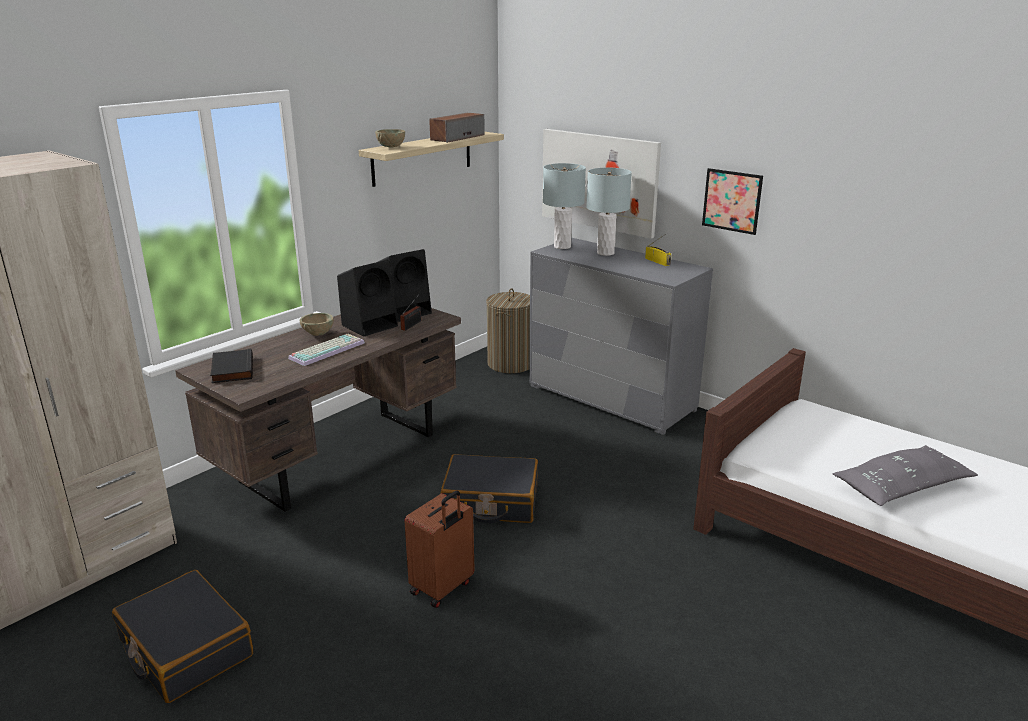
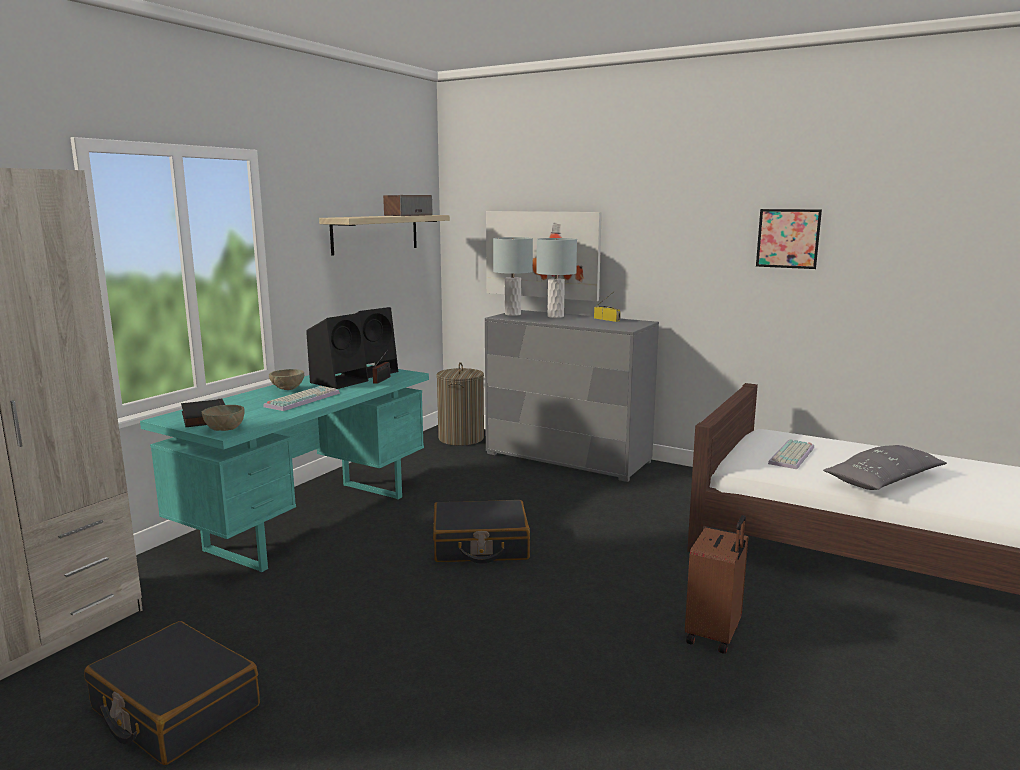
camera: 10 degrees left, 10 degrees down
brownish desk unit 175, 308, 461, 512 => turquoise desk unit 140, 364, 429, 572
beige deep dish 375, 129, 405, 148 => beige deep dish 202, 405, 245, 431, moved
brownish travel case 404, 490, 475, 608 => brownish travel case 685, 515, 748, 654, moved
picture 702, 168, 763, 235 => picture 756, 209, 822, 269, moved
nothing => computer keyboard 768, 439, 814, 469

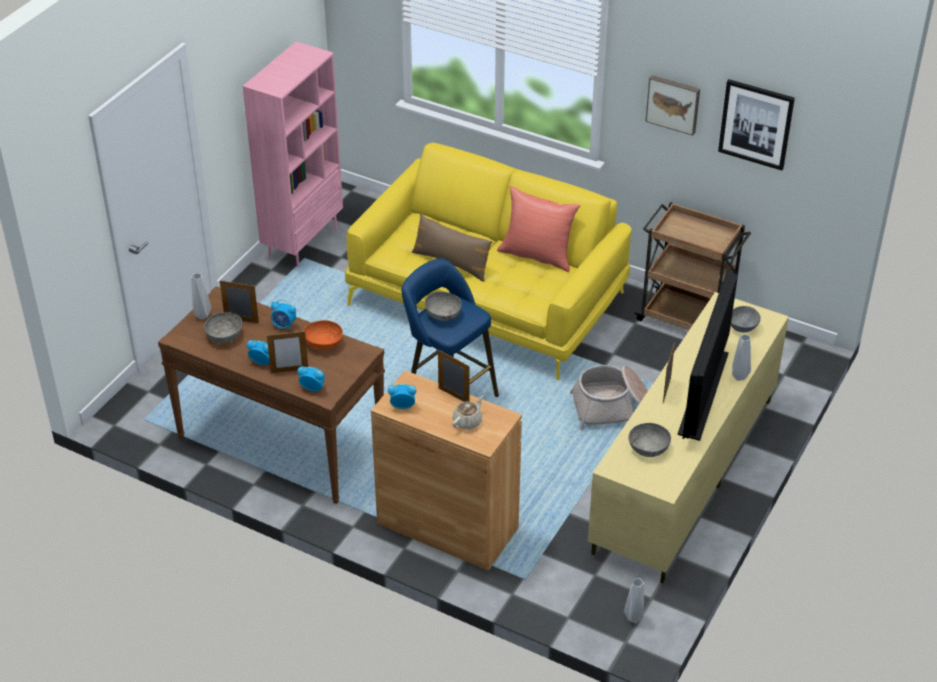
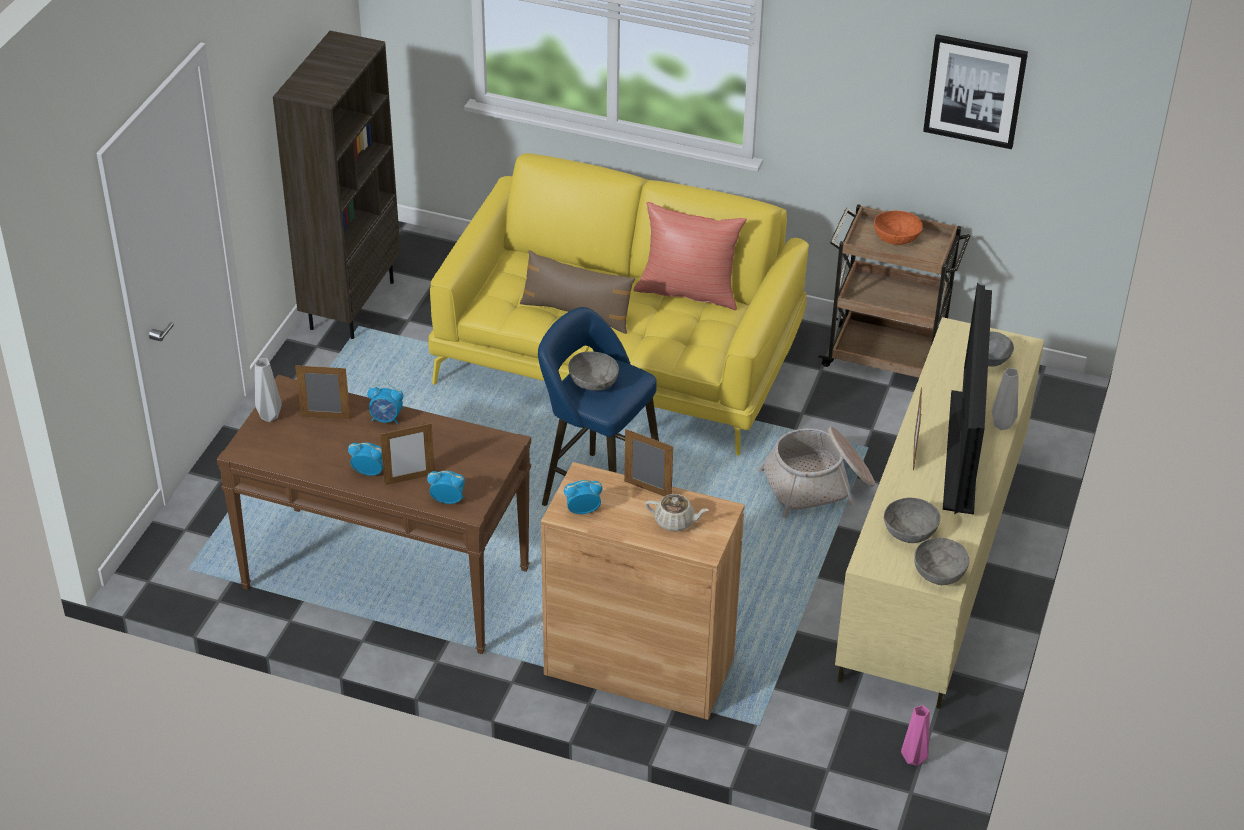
camera: 10 degrees left, 0 degrees up
pink bookcase 243, 41, 343, 267 => brownish bookcase 273, 31, 401, 339
beige teapot 452, 395, 483, 429 => beige teapot 645, 494, 709, 532, 75 degrees clockwise
orangey deep dish 303, 320, 343, 350 => orangey deep dish 874, 211, 923, 245, moved
greyish flower vase 624, 578, 644, 623 => pink flower vase 901, 705, 930, 766
greyish deep dish 204, 312, 242, 343 => greyish deep dish 914, 537, 969, 585, moved
picture 645, 75, 700, 136 => nothing

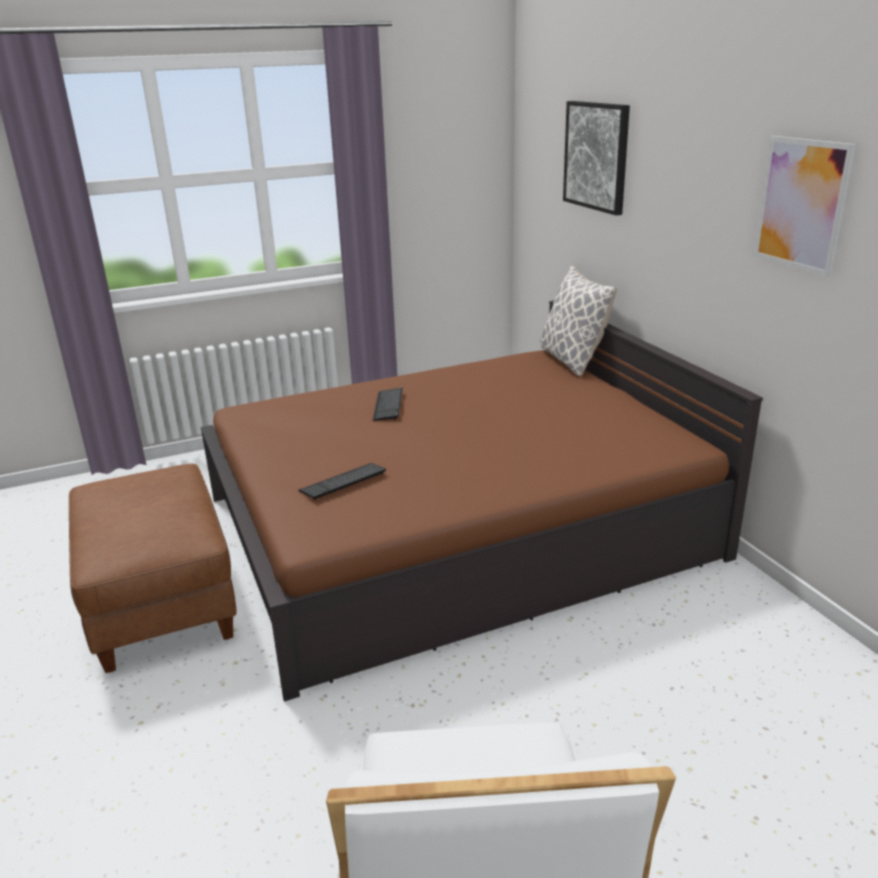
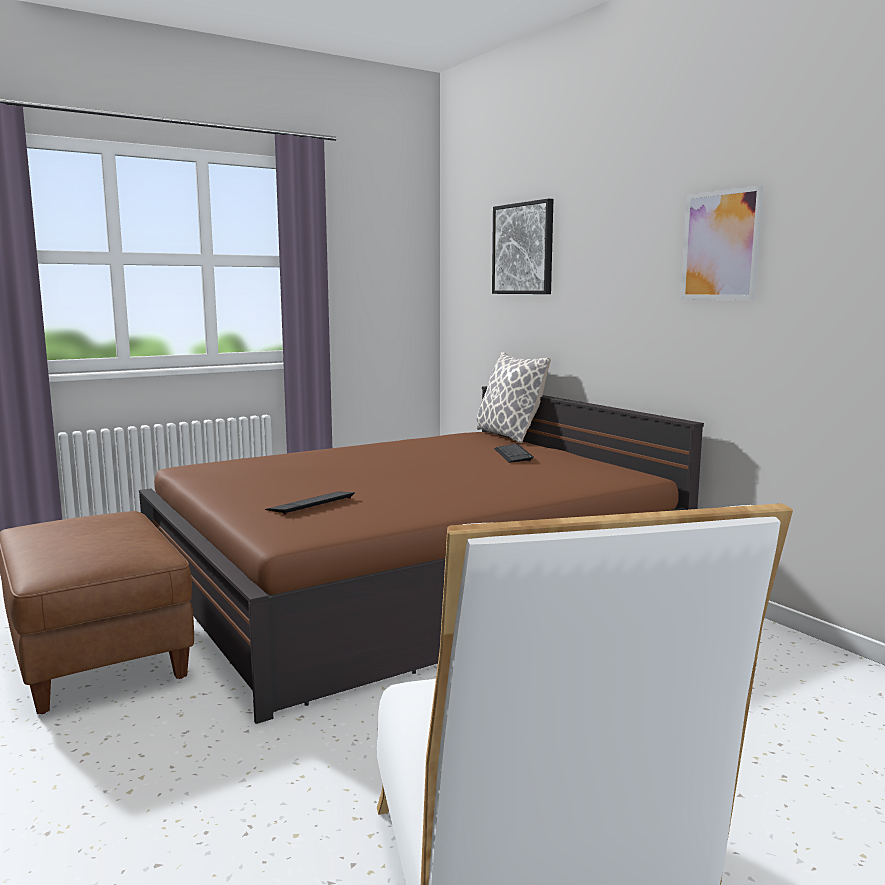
camera: 10 degrees left, 15 degrees down
computer keyboard 372, 388, 403, 421 => computer keyboard 494, 444, 534, 463, moved

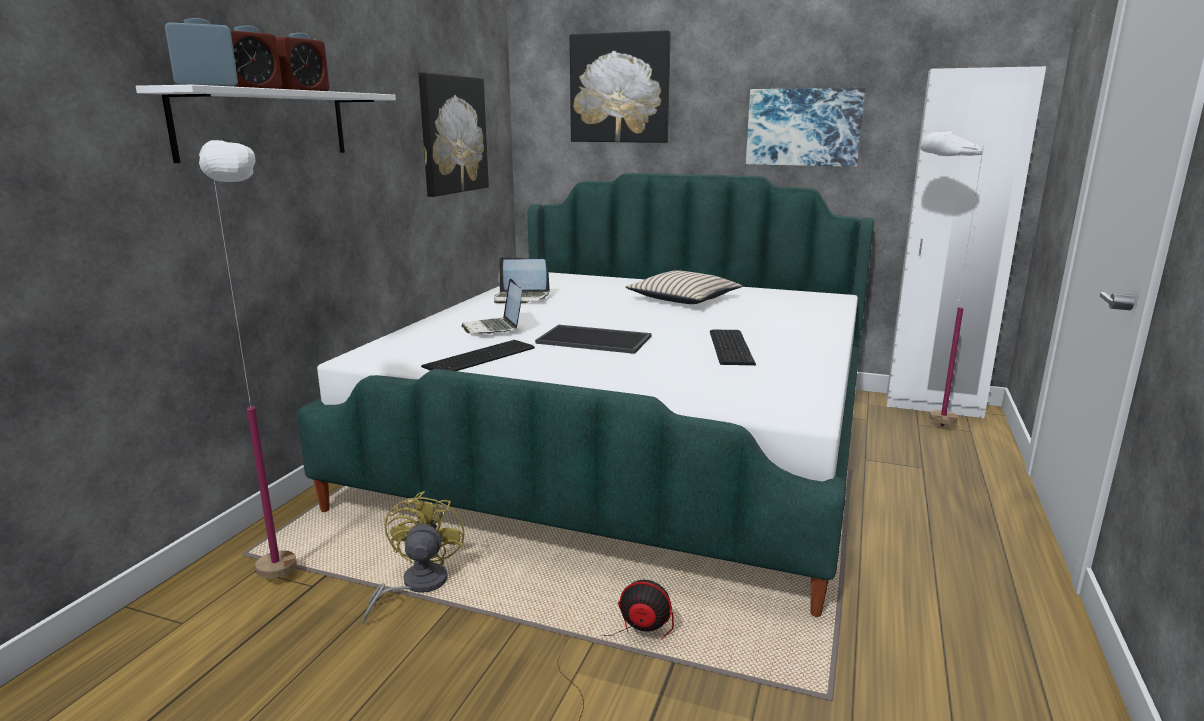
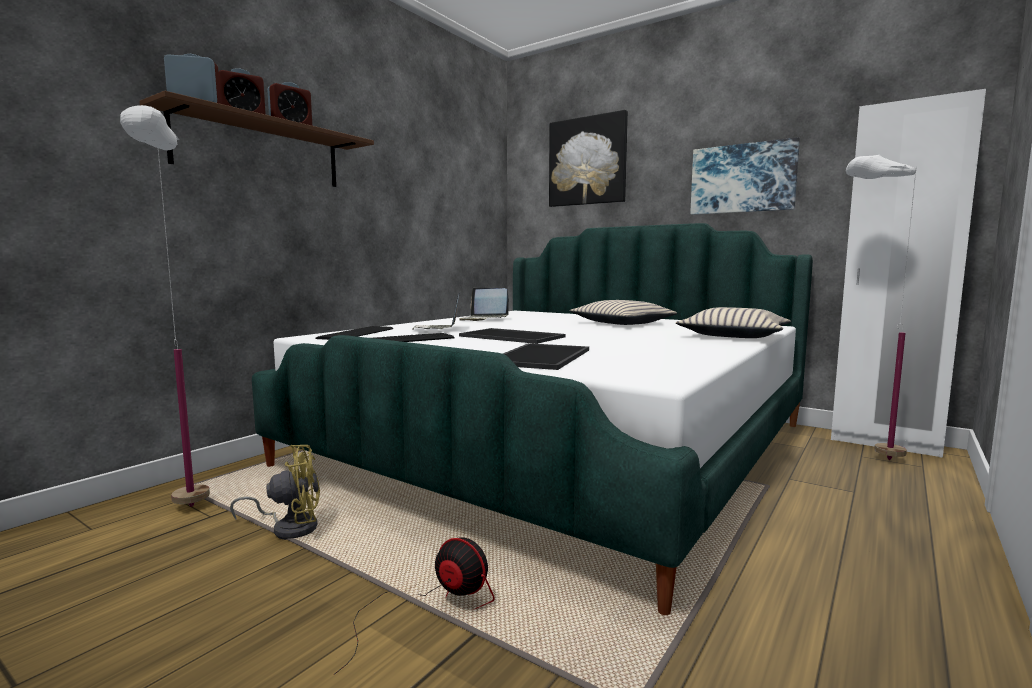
camera: 15 degrees right, 10 degrees down
white-coloured shelf 136, 85, 396, 163 => brownish shelf 139, 91, 374, 187
yellow fan 363, 491, 464, 625 => yellow fan 230, 445, 320, 540, 60 degrees clockwise
computer keyboard 710, 330, 756, 365 => computer keyboard 316, 326, 393, 340, moved
nothing => serving tray 503, 343, 589, 370
nothing => beige cushion 676, 307, 791, 338
picture 418, 72, 489, 197 => nothing

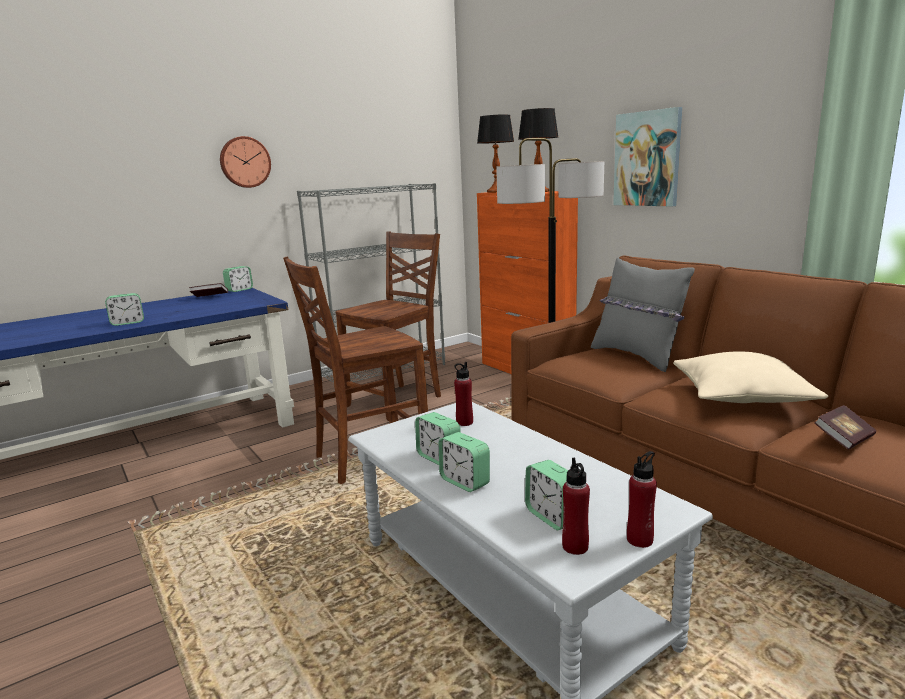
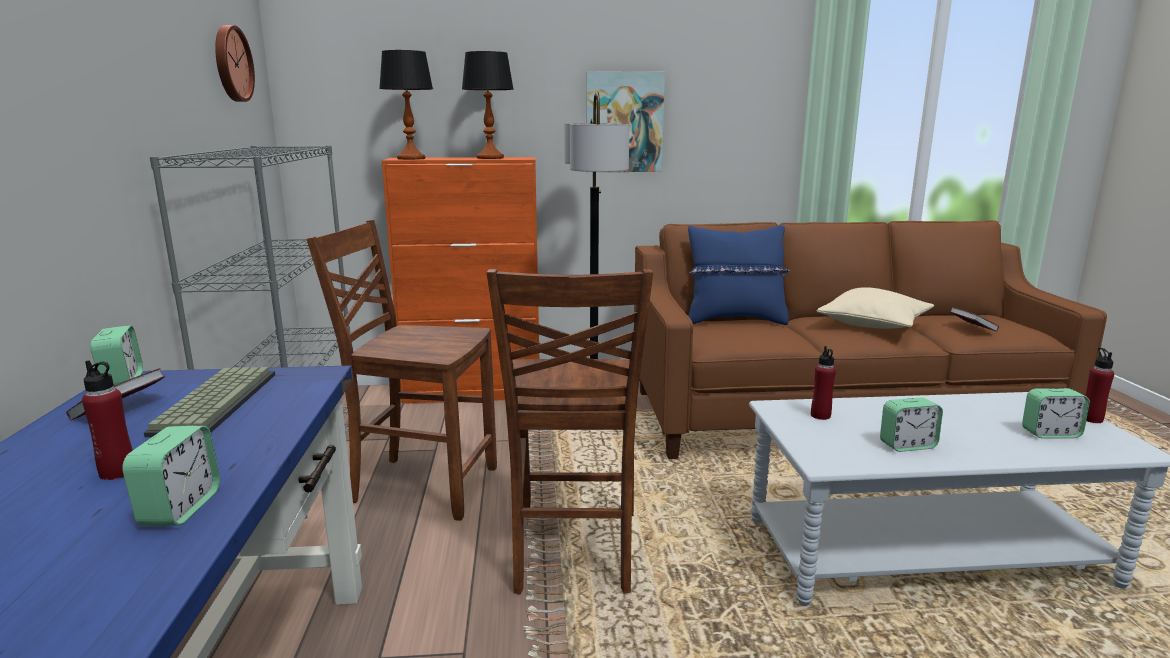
camera: 60 degrees left, 0 degrees up
red-coloured bottle 562, 458, 590, 555 => red-coloured bottle 82, 360, 133, 480, moved
nothing => computer keyboard 144, 367, 275, 437
clock on the wall 220, 136, 271, 188 => clock on the wall 215, 25, 255, 102, moved
brownish upright chair 335, 231, 441, 421 => brownish upright chair 307, 220, 497, 521, 60 degrees counterclockwise
greyish cushion 591, 257, 695, 372 => blue cushion 688, 225, 790, 325
table clock 439, 432, 490, 492 => nothing

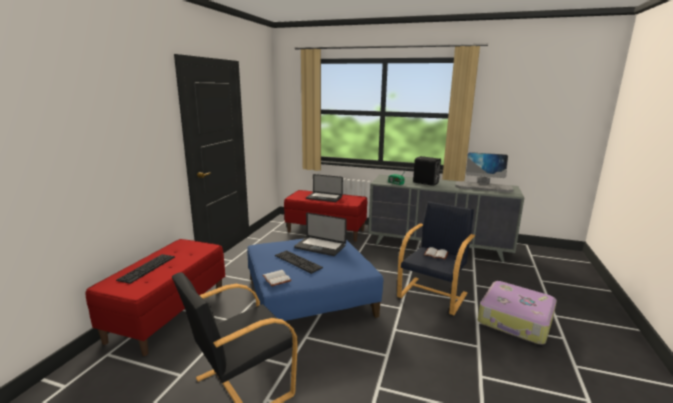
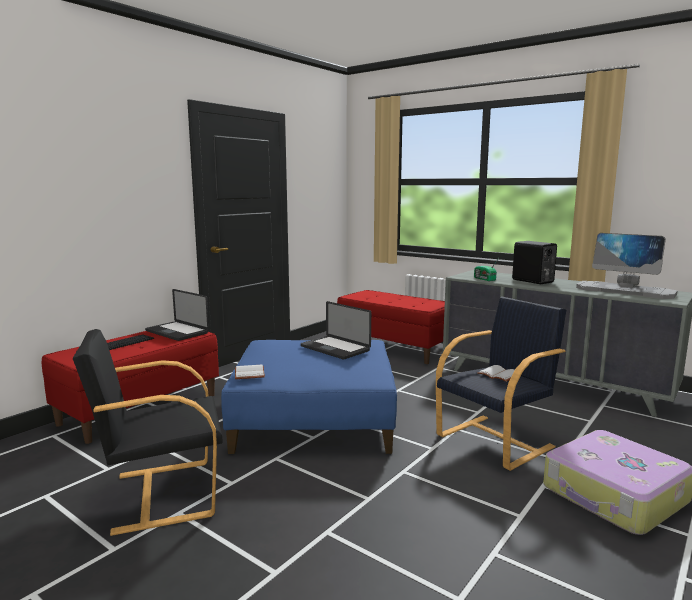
camera: 20 degrees right, 5 degrees down
portable computer 306, 174, 343, 202 => portable computer 145, 289, 209, 341, moved
computer keyboard 275, 250, 323, 274 => nothing

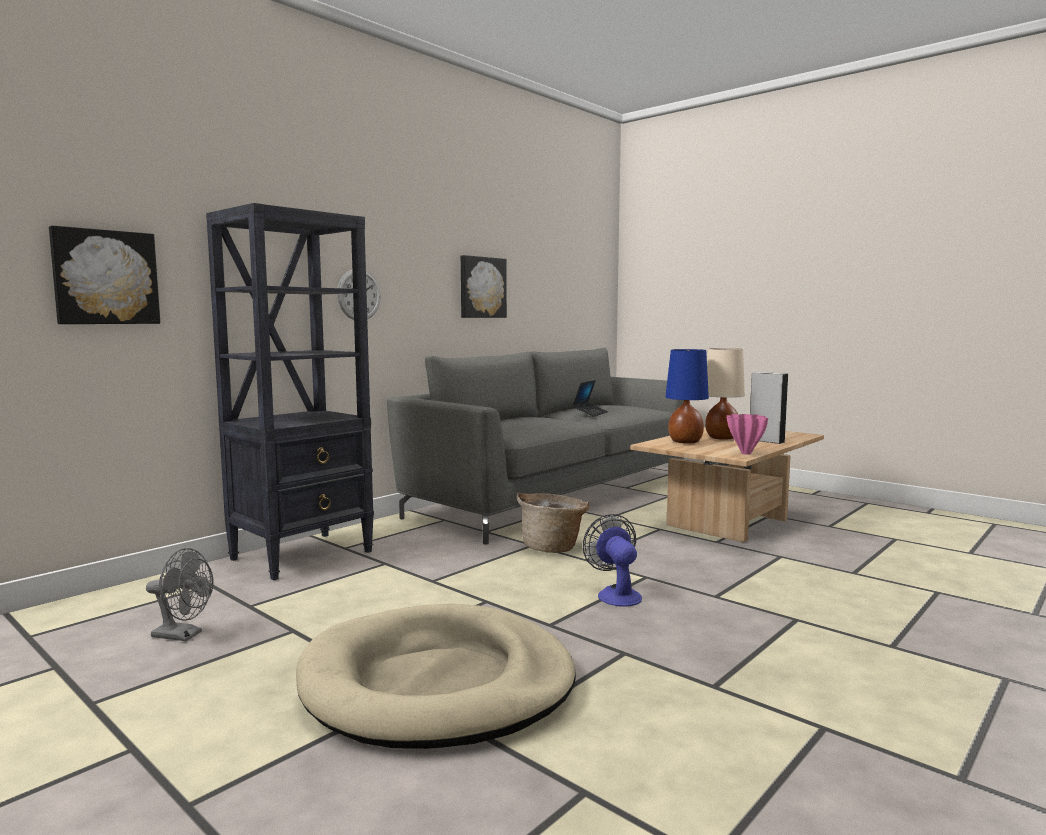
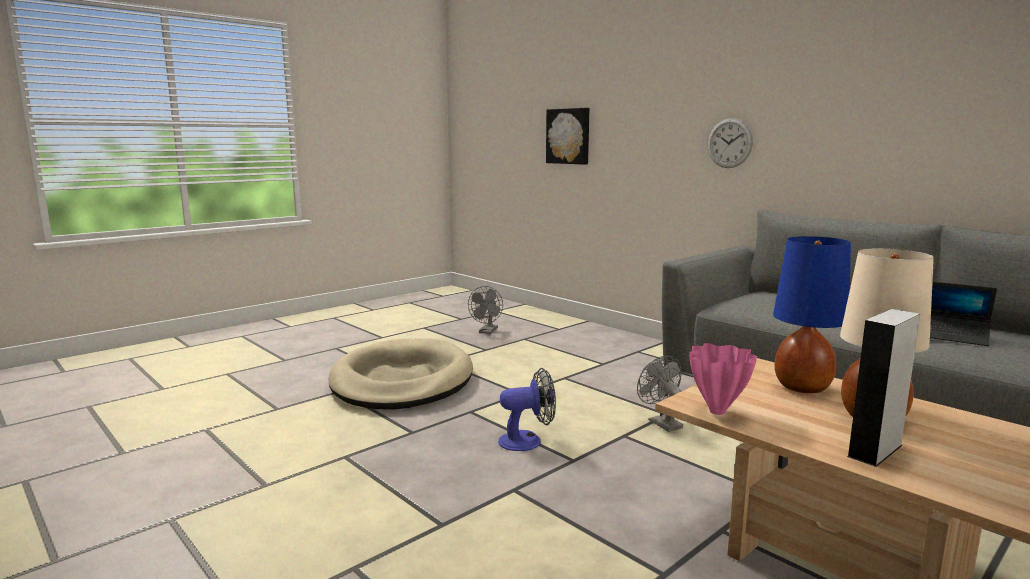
camera: 95 degrees right, 5 degrees up
basket 516, 493, 589, 553 => greyish fan 637, 356, 683, 432
black-coloured bookcase 206, 203, 374, 581 => nothing
picture 461, 255, 507, 318 => nothing

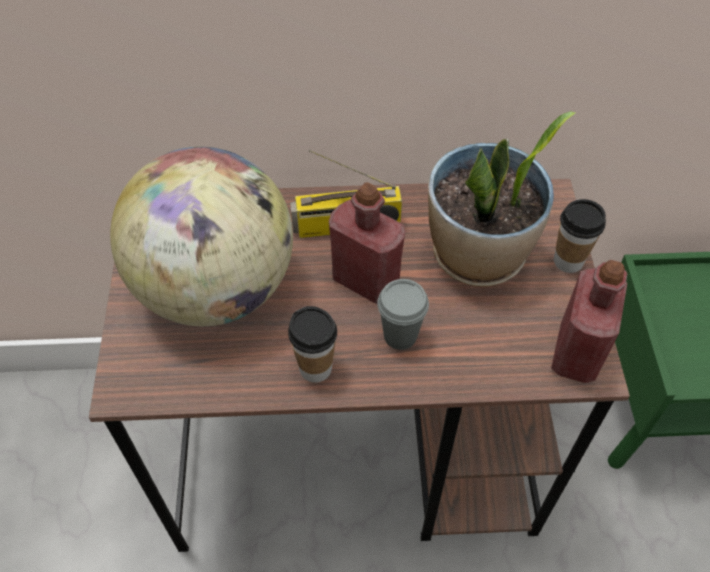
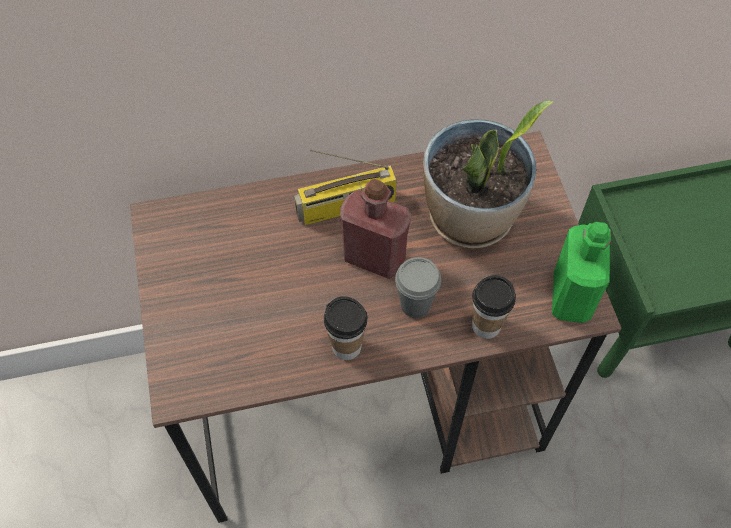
camera: 10 degrees left, 5 degrees up
small cup 554, 199, 606, 273 => small cup 472, 275, 516, 339, moved
red-coloured bottle 551, 260, 628, 383 => greenish bottle 552, 222, 611, 323
desk globe 110, 147, 293, 326 => nothing

